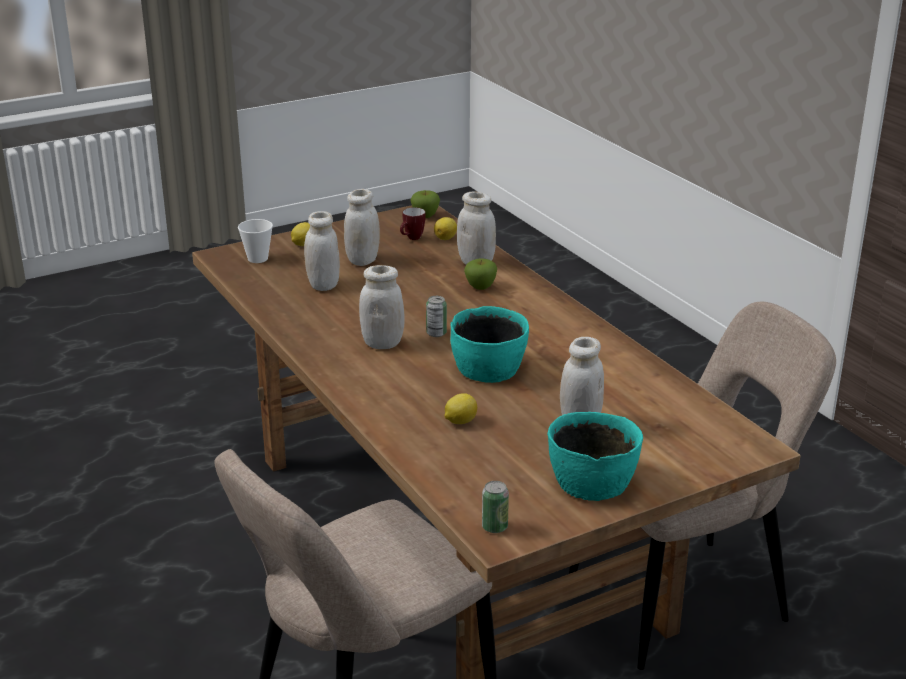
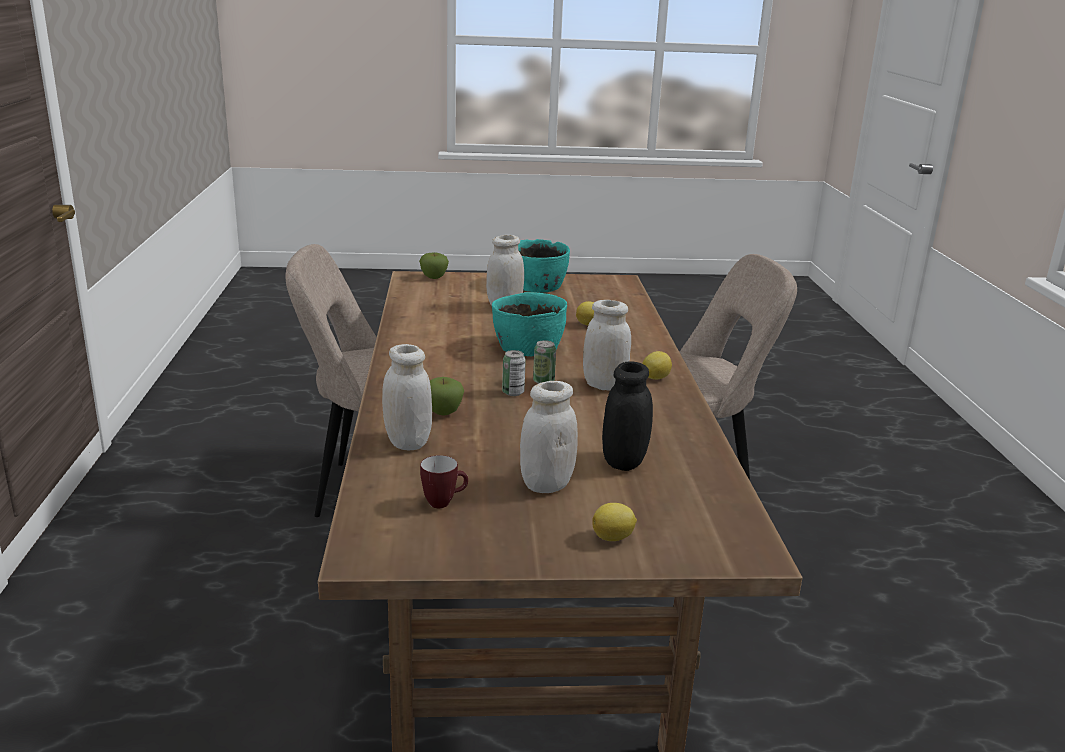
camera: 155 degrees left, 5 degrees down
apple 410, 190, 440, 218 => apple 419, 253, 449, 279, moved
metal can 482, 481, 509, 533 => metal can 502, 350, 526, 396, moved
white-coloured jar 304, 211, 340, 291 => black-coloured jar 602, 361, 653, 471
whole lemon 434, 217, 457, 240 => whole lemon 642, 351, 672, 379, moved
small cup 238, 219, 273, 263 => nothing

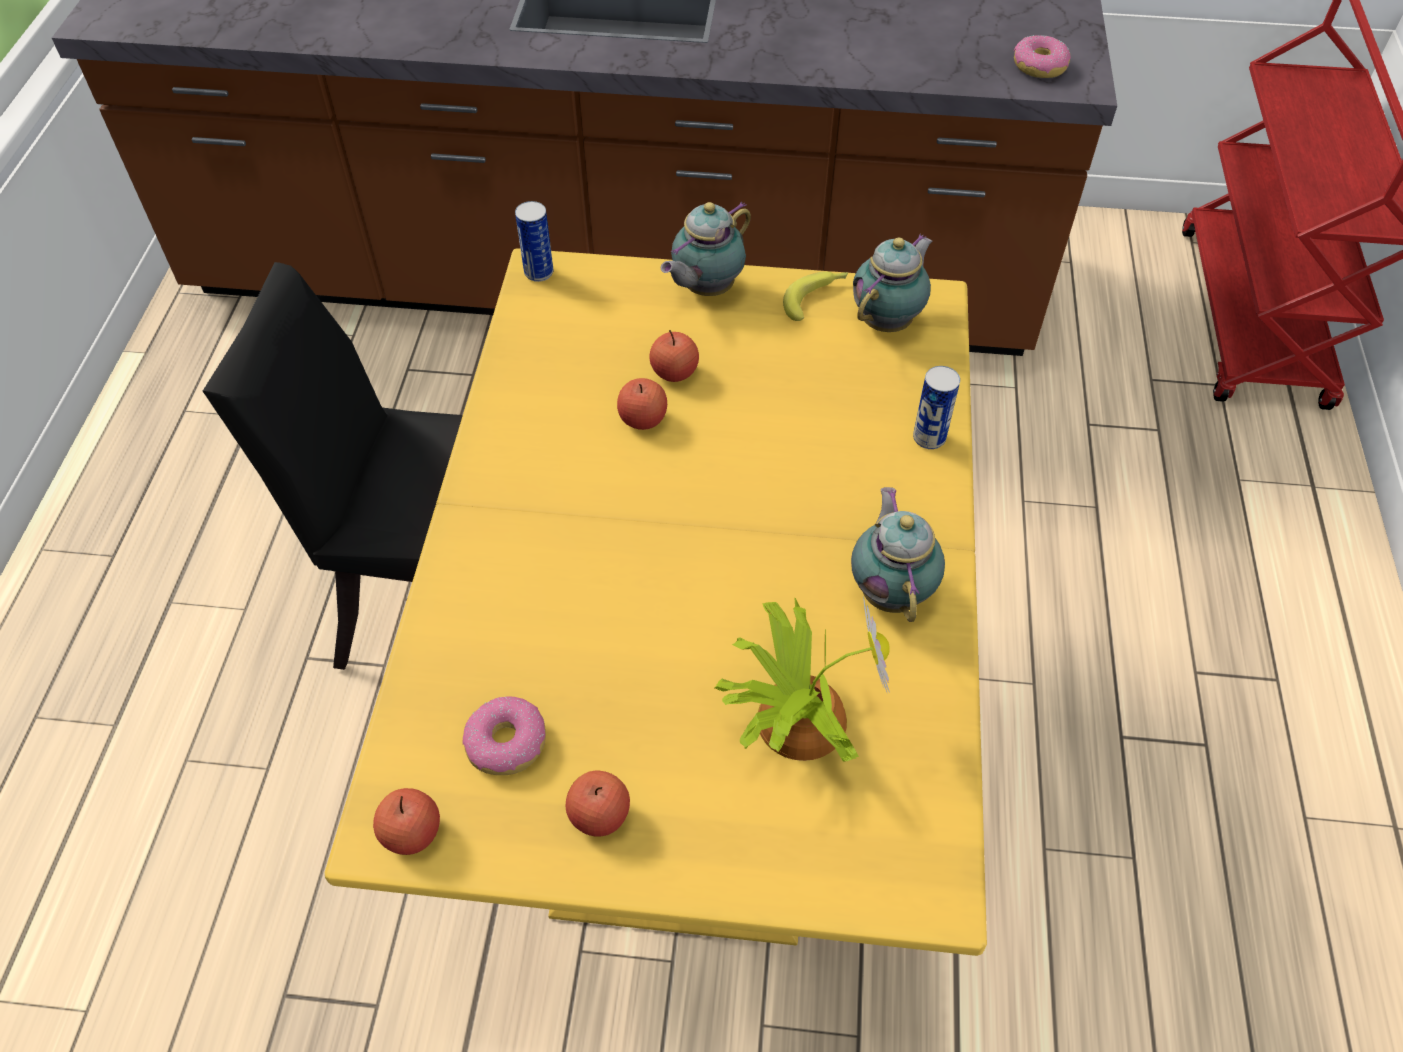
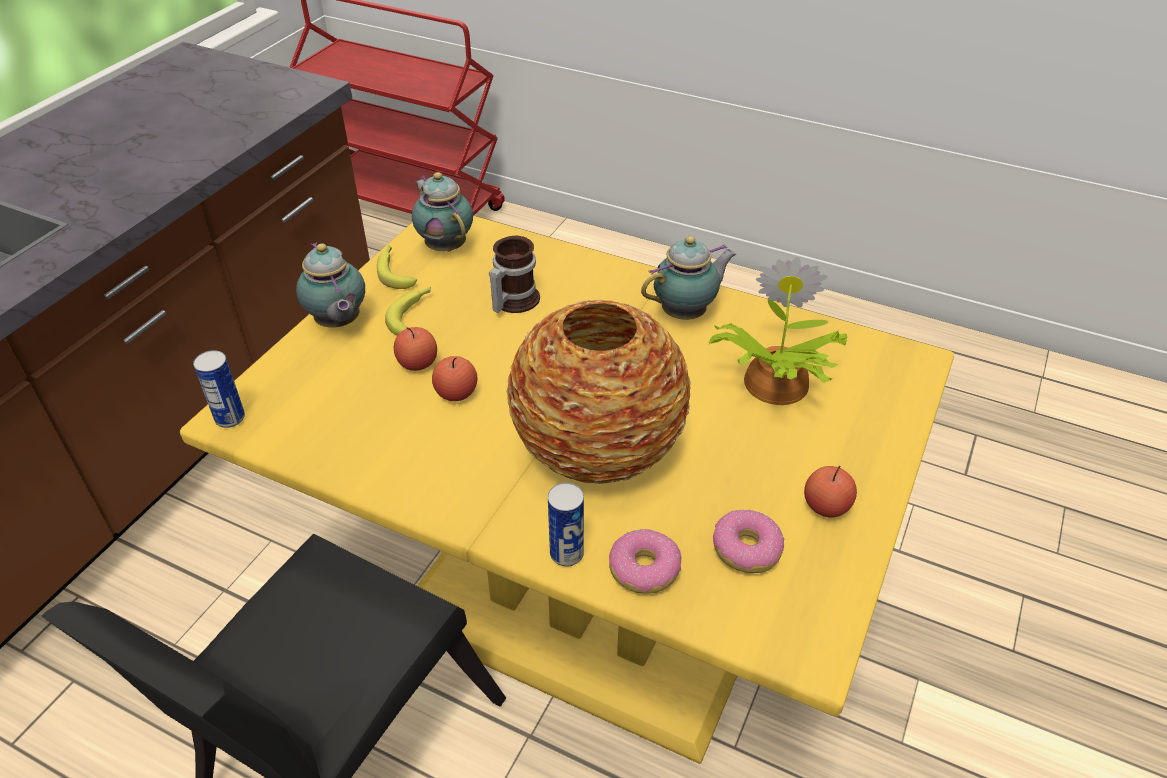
camera: 70 degrees left, 10 degrees down
nothing => banana 385, 287, 431, 335
nothing => coffee mug 489, 236, 540, 313
nothing => flower vase 507, 299, 691, 484
metal can 913, 366, 960, 449 => metal can 548, 483, 584, 567, moved
ring doughnut 1014, 35, 1071, 78 => ring doughnut 609, 529, 681, 594, moved
teapot 851, 487, 945, 622 => teapot 641, 236, 736, 320, 135 degrees clockwise
apple 373, 788, 440, 855 => nothing

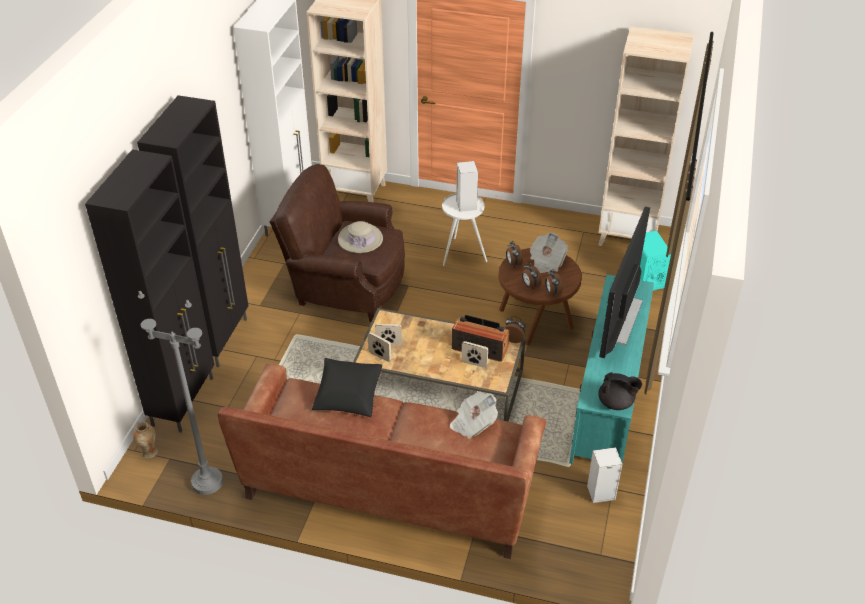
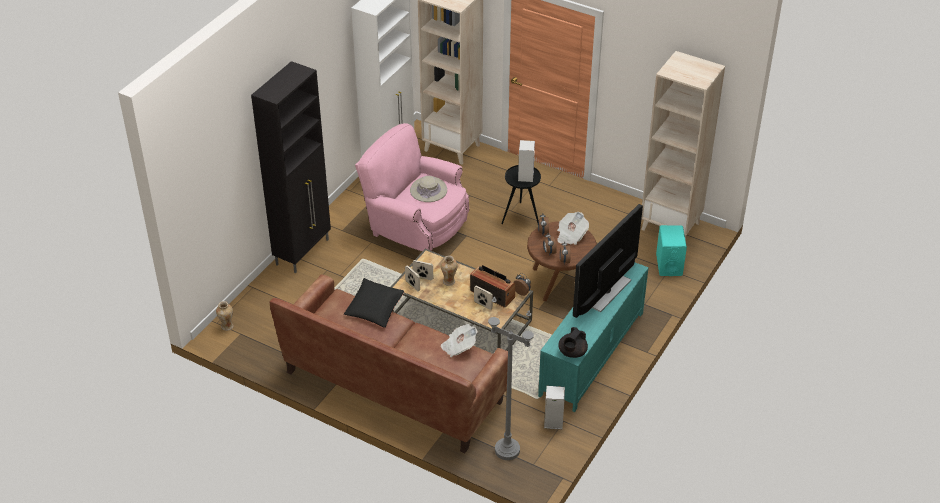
camera: 15 degrees right, 0 degrees up
brownish easy chair 269, 164, 405, 322 => pink easy chair 355, 123, 469, 251
nothing => flower vase 441, 255, 458, 286
greyish standing lamp 138, 291, 223, 495 => greyish standing lamp 488, 297, 534, 460, moved
white-coloured side table 442, 193, 487, 266 => black-coloured side table 501, 165, 541, 224
black-coloured teapot 598, 372, 642, 410 => black-coloured teapot 558, 327, 588, 358, 90 degrees clockwise
black-coloured storage cabinet 85, 149, 214, 433 => nothing

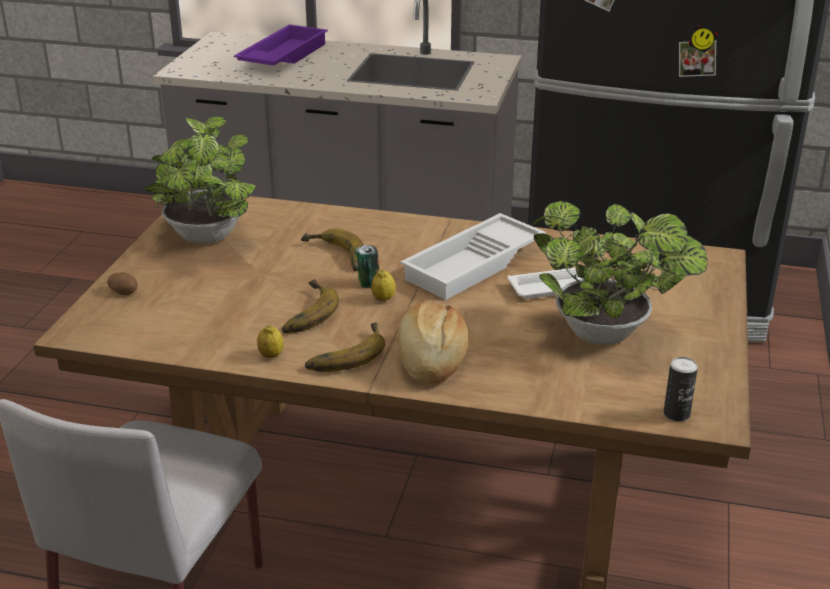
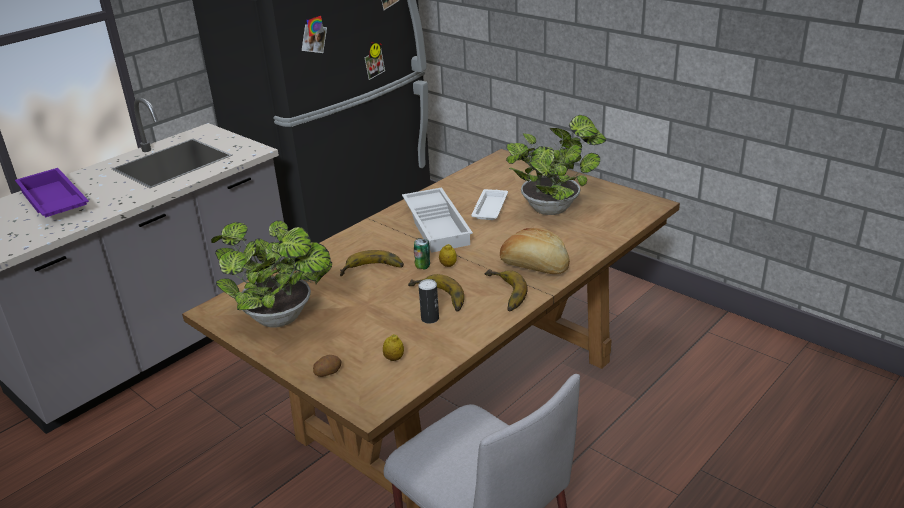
camera: 60 degrees left, 0 degrees up
whole lemon 257, 325, 284, 358 => whole lemon 383, 334, 404, 361, moved
metal can 664, 357, 698, 421 => metal can 419, 279, 439, 324, moved

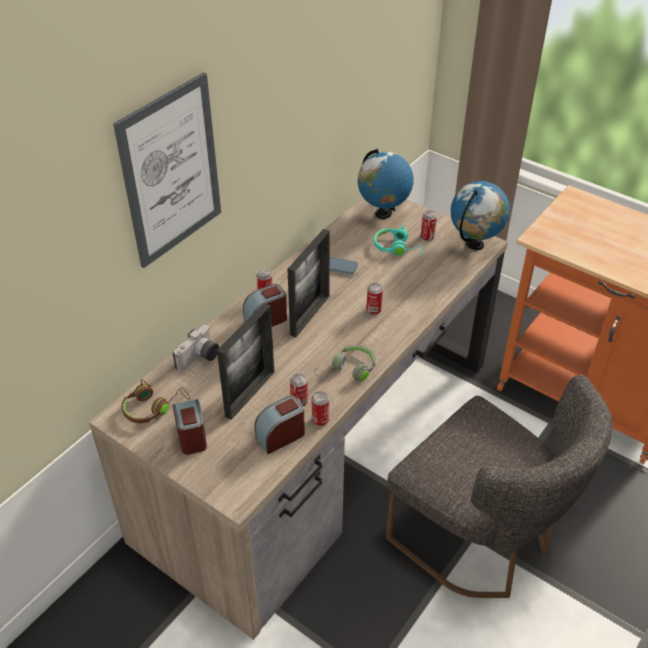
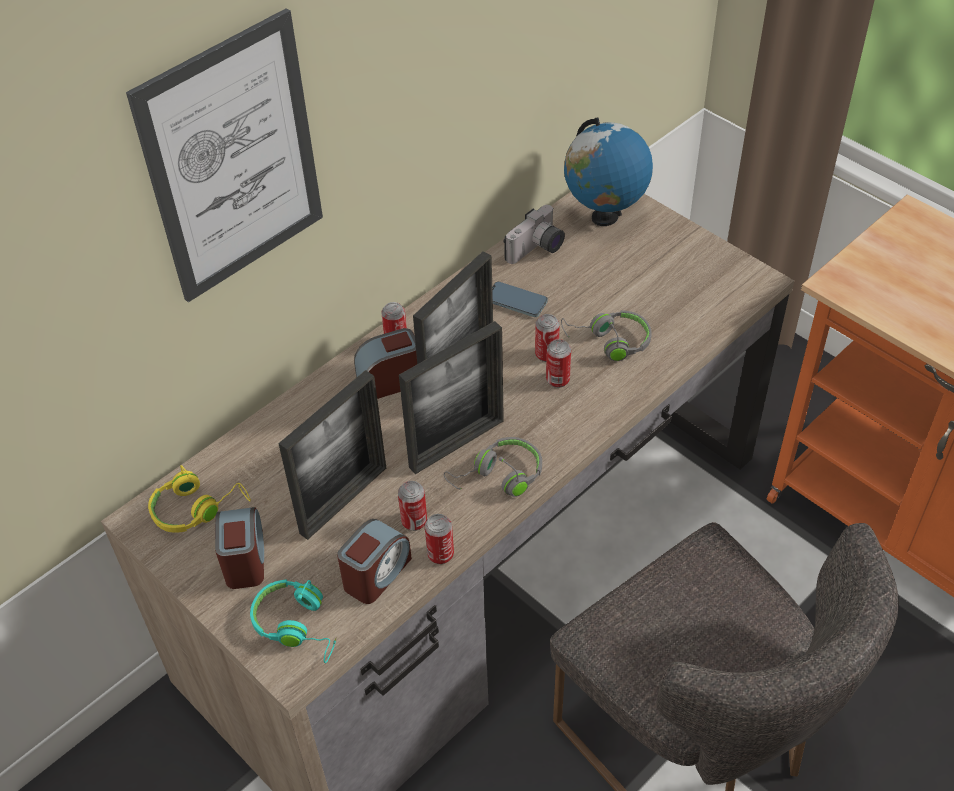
camera: 10 degrees right, 5 degrees up
brownish pair of headphones 121, 379, 190, 423 => yellow pair of headphones 148, 465, 251, 533
turquoise pair of headphones 374, 223, 422, 258 => turquoise pair of headphones 250, 579, 336, 663, moved
table clock 255, 396, 305, 454 => table clock 337, 519, 412, 604, 150 degrees clockwise
nothing => photo frame 399, 321, 504, 474
photo camera 173, 325, 219, 371 => photo camera 503, 205, 565, 264, moved
metal can 421, 210, 437, 241 => metal can 535, 314, 560, 362, moved
nothing => greyish pair of headphones 561, 310, 652, 361
desk globe 451, 181, 510, 250 => nothing

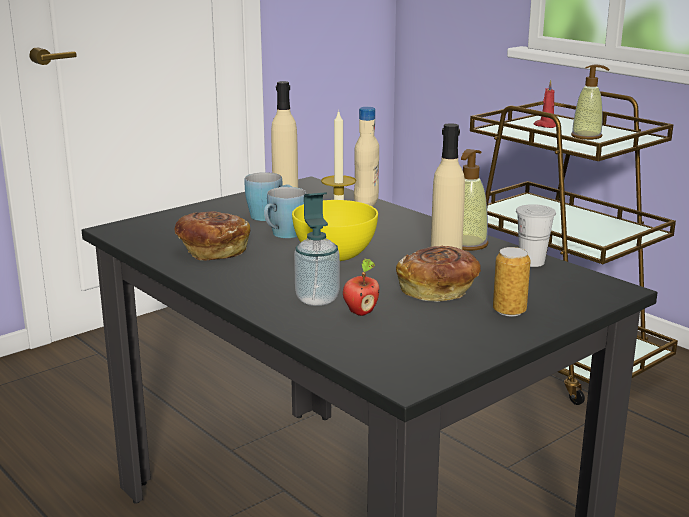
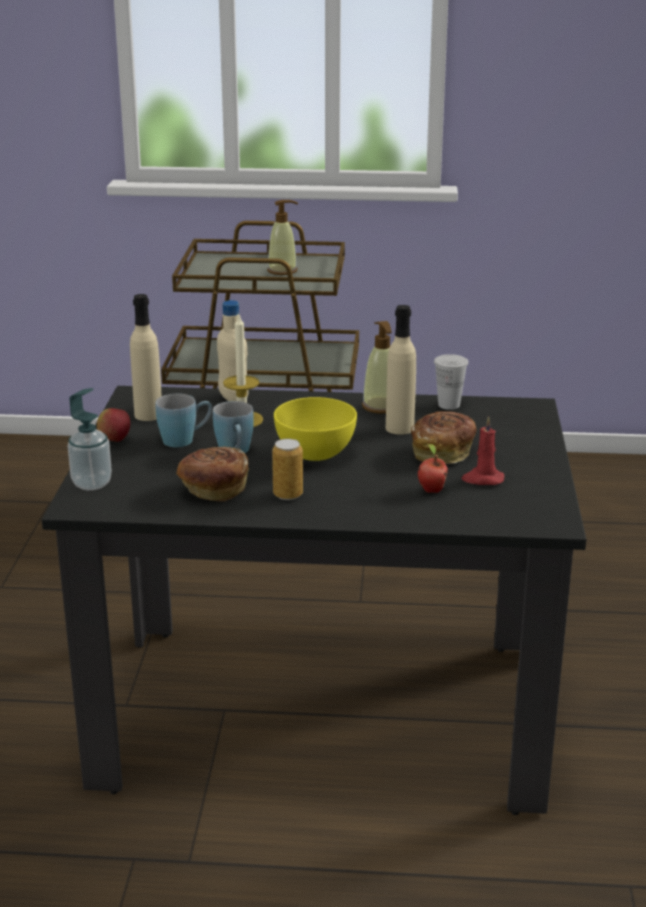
camera: 45 degrees left, 5 degrees up
liquid soap bottle 294, 192, 340, 306 => liquid soap bottle 68, 388, 112, 490, moved
nothing => apple 97, 408, 130, 442
metal can 493, 247, 531, 316 => metal can 272, 439, 303, 500, moved
red-coloured wax candle 534, 80, 556, 128 => red-coloured wax candle 461, 416, 505, 485, moved

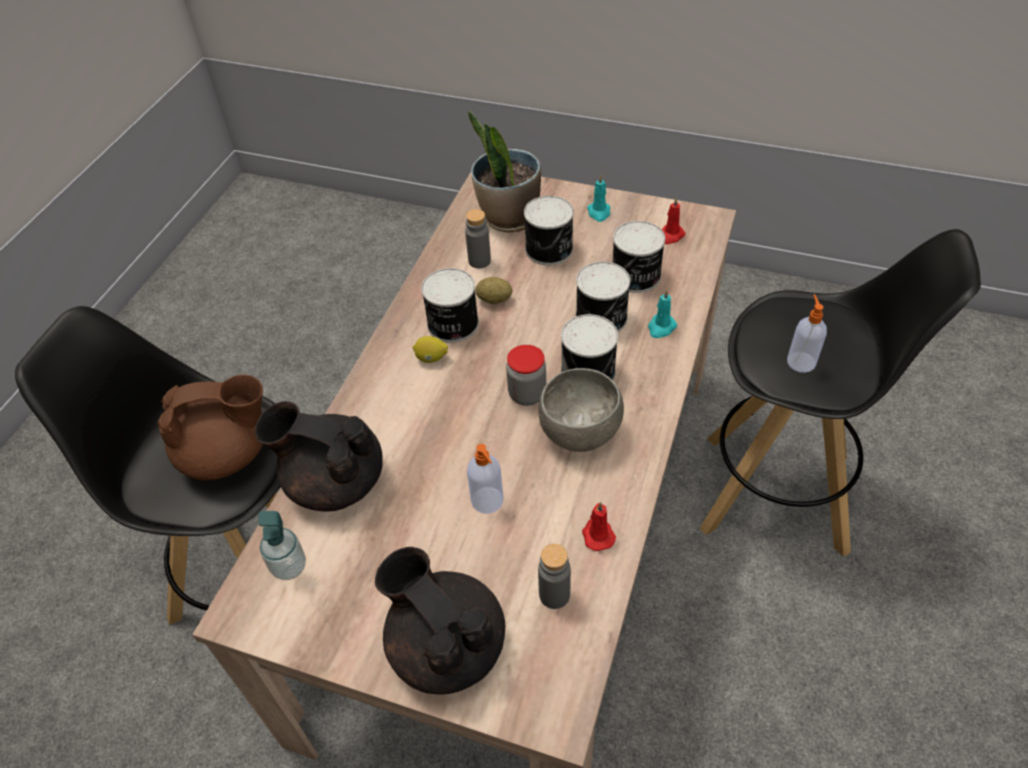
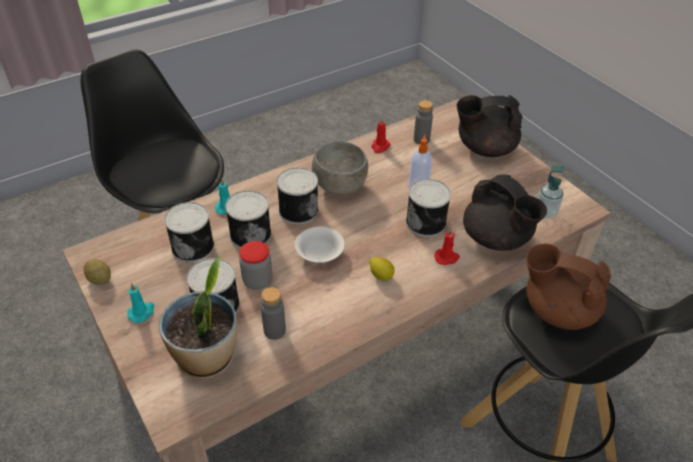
camera: 145 degrees left, 5 degrees down
potato 475, 277, 512, 304 => potato 83, 259, 111, 284, moved
jar 506, 345, 546, 406 => jar 239, 241, 273, 290, moved
nothing => white-coloured deep dish 295, 227, 345, 263
metal can 421, 268, 479, 343 => metal can 406, 179, 451, 237, moved
red-coloured wax candle 662, 197, 685, 244 => red-coloured wax candle 434, 228, 460, 265, moved
black-coloured teapot 375, 547, 505, 695 => black-coloured teapot 457, 95, 523, 157, 90 degrees clockwise
liquid soap bottle 787, 294, 827, 373 => nothing

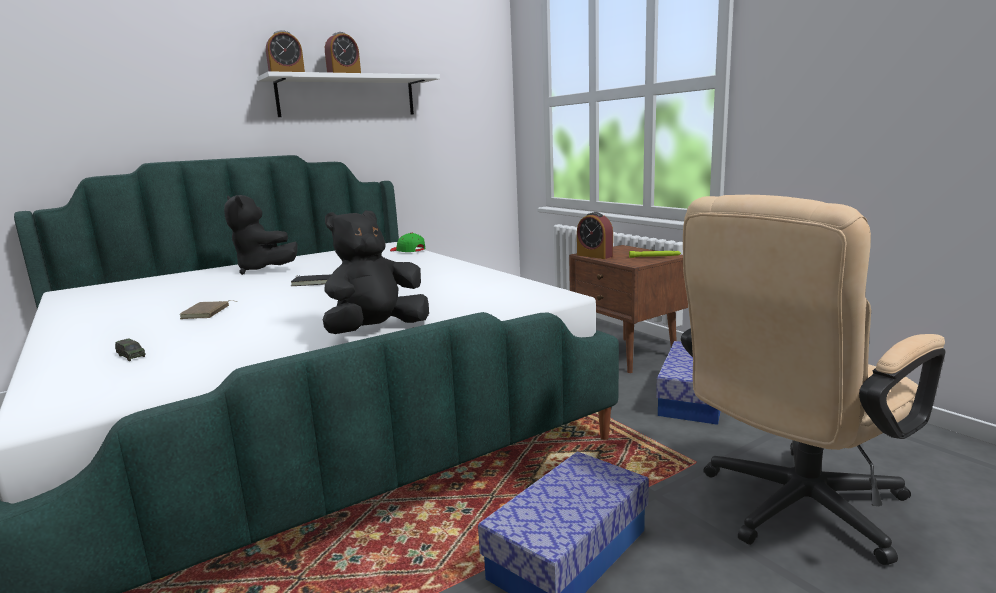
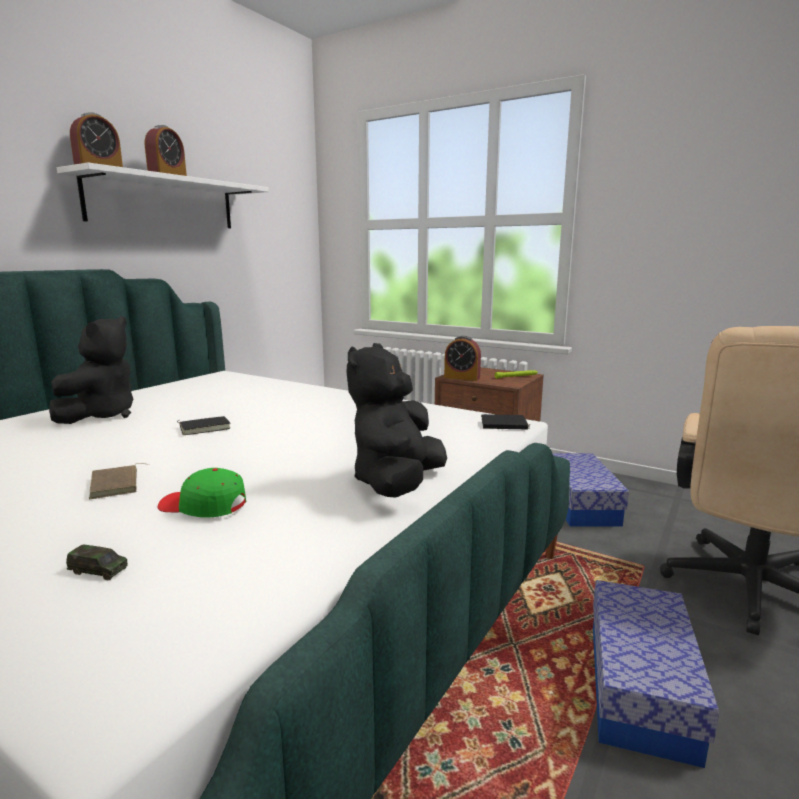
camera: 25 degrees left, 0 degrees up
black-coloured soft toy 224, 195, 298, 275 => black-coloured soft toy 49, 316, 133, 424, 90 degrees counterclockwise
greenish peaked cap 390, 233, 425, 252 => greenish peaked cap 158, 468, 246, 518, moved
nothing => black-coloured volume 481, 414, 530, 430

